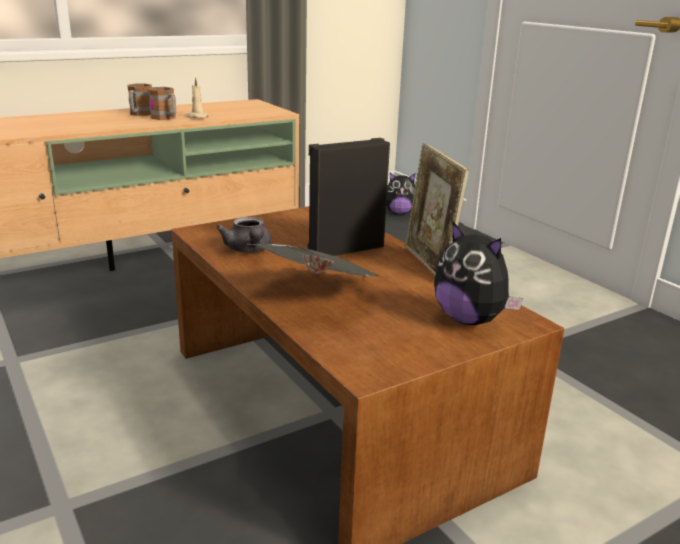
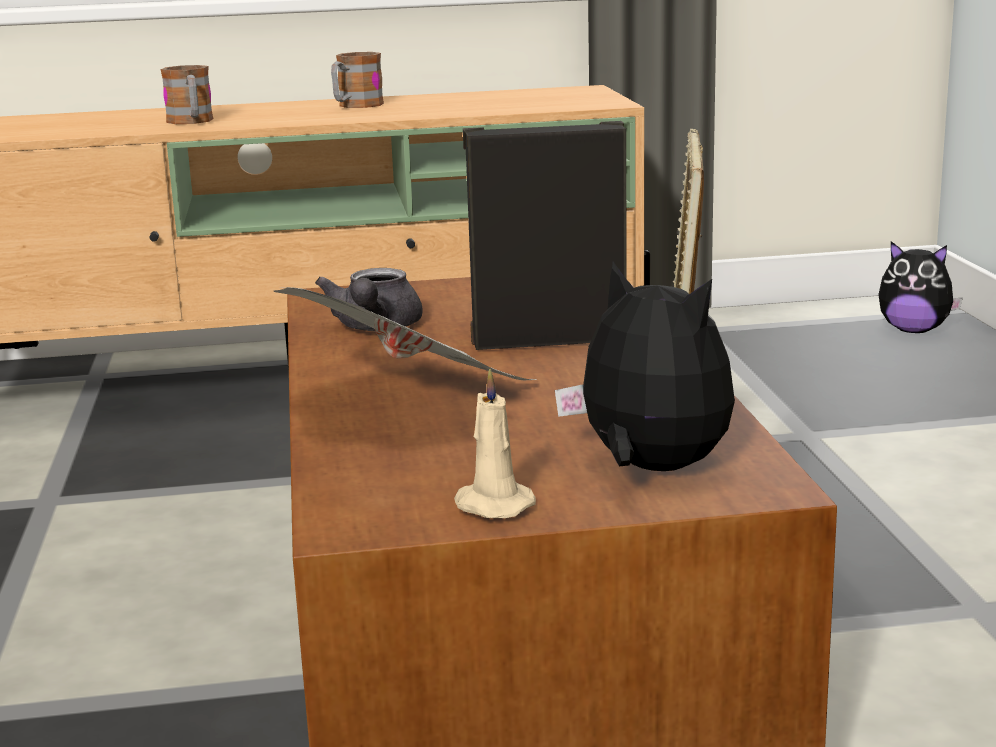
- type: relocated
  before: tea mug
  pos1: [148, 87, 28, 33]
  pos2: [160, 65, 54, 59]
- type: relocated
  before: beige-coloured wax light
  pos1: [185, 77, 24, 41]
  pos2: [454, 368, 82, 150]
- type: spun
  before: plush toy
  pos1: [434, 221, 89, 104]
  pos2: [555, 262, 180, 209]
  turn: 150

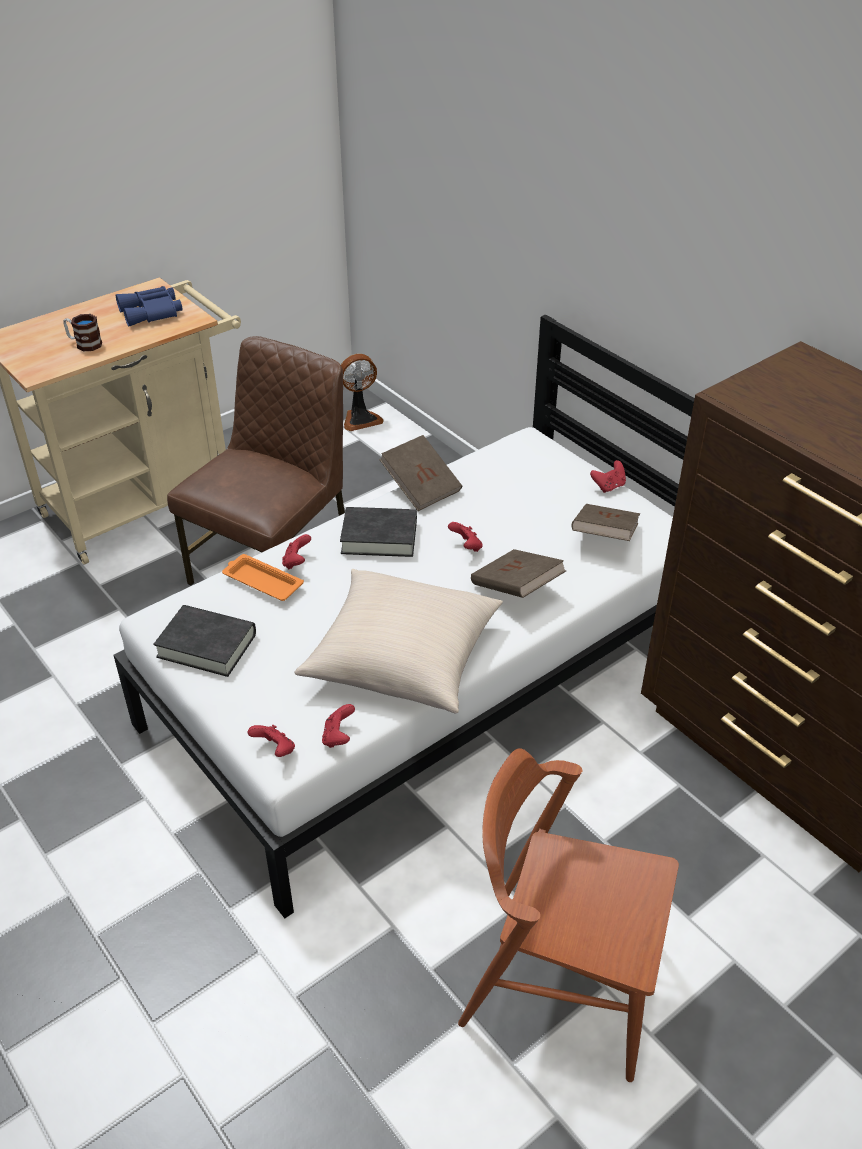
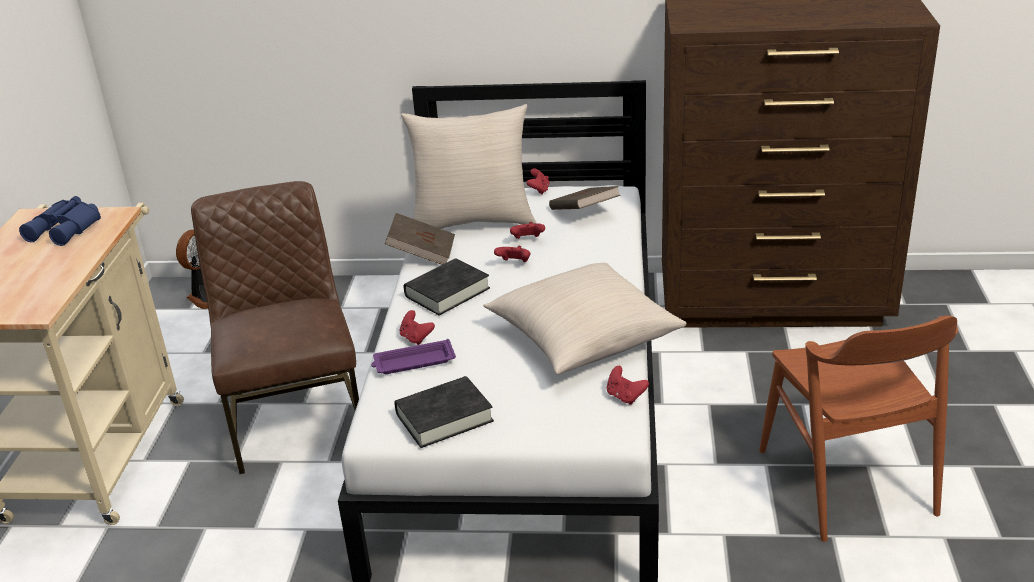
- type: colour
  before: orange tray
  after: purple tray
  pos1: [222, 554, 82, 47]
  pos2: [371, 339, 85, 35]
- type: appeared
  after: beige-coloured cushion
  pos2: [401, 104, 135, 125]
- type: relocated
  before: reddish joypad
  pos1: [248, 725, 47, 32]
  pos2: [510, 222, 35, 17]
- type: spun
  before: brown-coloured plain chair
  pos1: [458, 748, 221, 334]
  pos2: [759, 315, 199, 227]
  turn: -75
- type: missing
  before: tea mug
  pos1: [63, 314, 39, 37]
- type: missing
  before: brown-coloured bound book
  pos1: [471, 549, 95, 49]

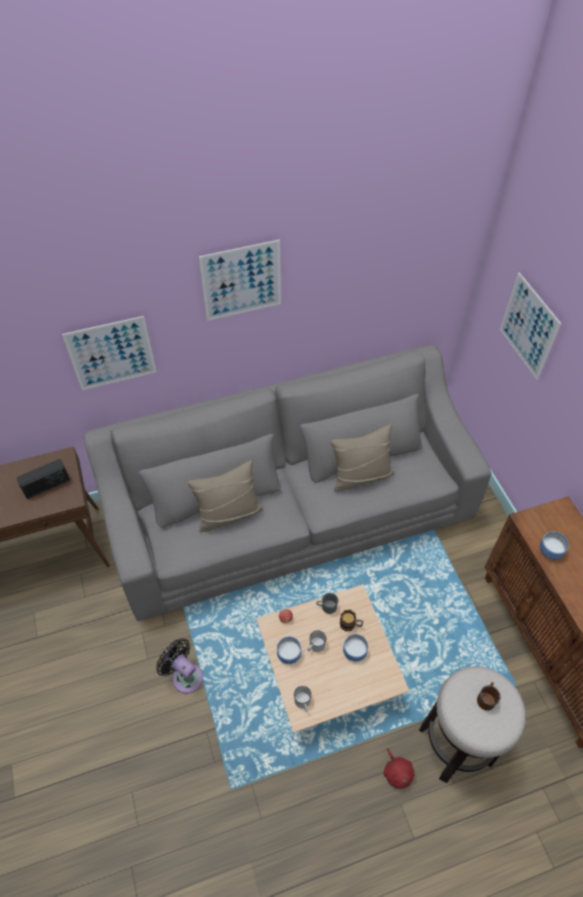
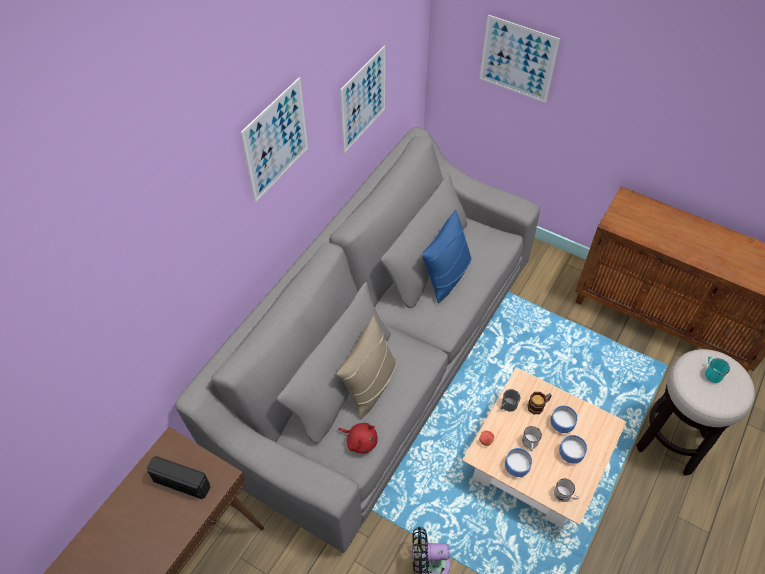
- type: spun
  before: radio receiver
  pos1: [16, 459, 54, 40]
  pos2: [147, 456, 63, 43]
  turn: -90
- type: relocated
  before: reddish plush toy
  pos1: [384, 748, 31, 41]
  pos2: [338, 423, 40, 31]
- type: relocated
  before: wall art
  pos1: [62, 316, 95, 74]
  pos2: [340, 45, 45, 108]
- type: colour
  before: beige-coloured cushion
  after: bluish cushion
  pos1: [331, 424, 64, 68]
  pos2: [422, 210, 50, 93]
- type: relocated
  before: serving bowl
  pos1: [540, 532, 29, 27]
  pos2: [559, 435, 28, 29]
- type: colour
  before: brown-coloured tea mug
  after: turquoise-coloured tea mug
  pos1: [477, 682, 24, 29]
  pos2: [705, 357, 25, 26]

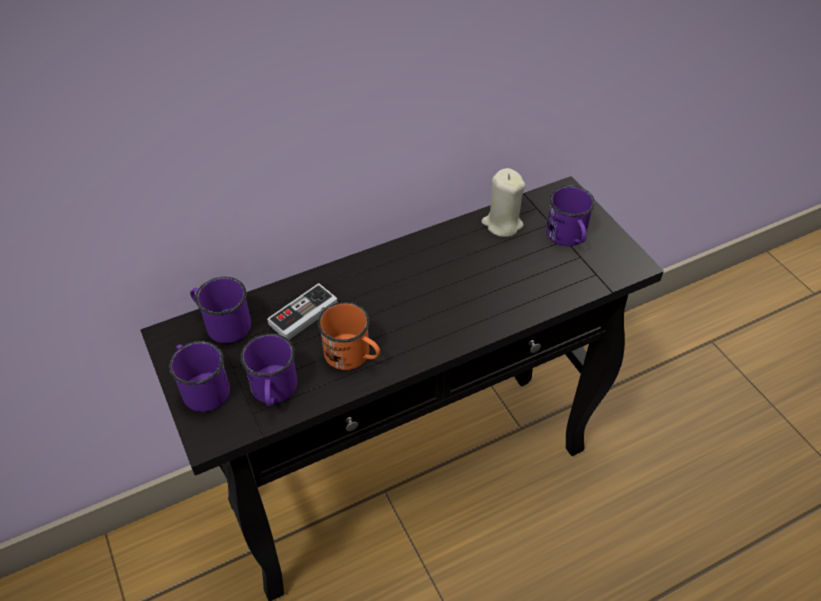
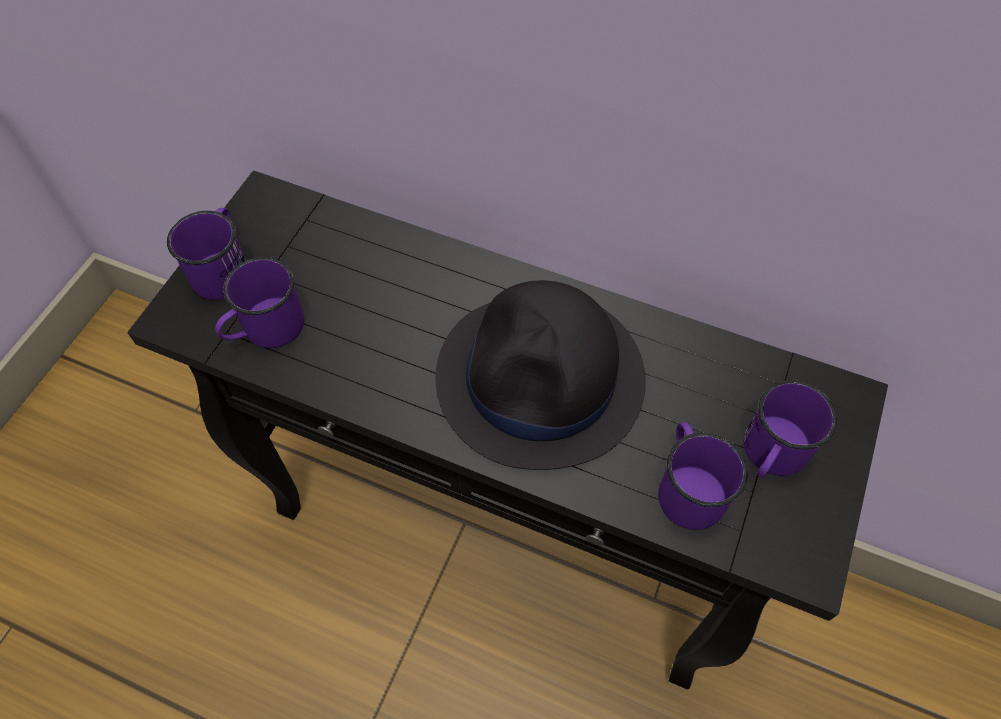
- type: appeared
  after: black clothing hat
  pos2: [435, 280, 211, 190]
- type: relocated
  before: purple tea mug
  pos1: [190, 277, 61, 66]
  pos2: [658, 422, 90, 108]
- type: missing
  before: joypad
  pos1: [267, 283, 71, 57]
- type: missing
  before: orange tea mug
  pos1: [318, 302, 62, 68]
- type: missing
  before: beige-coloured wax light
  pos1: [481, 168, 45, 69]

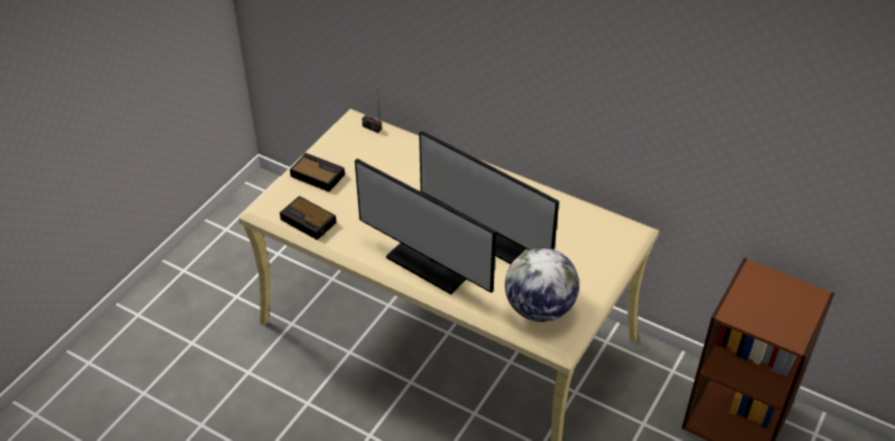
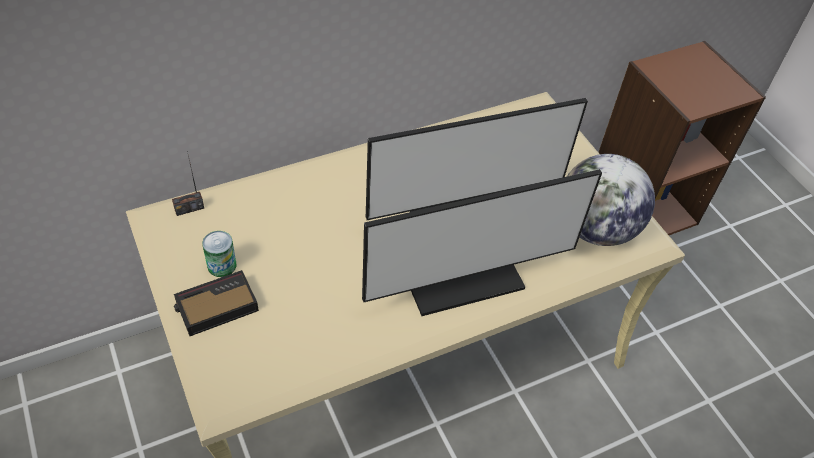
- type: appeared
  after: can
  pos2: [202, 231, 35, 46]
- type: missing
  before: bedside clock
  pos1: [280, 196, 56, 44]

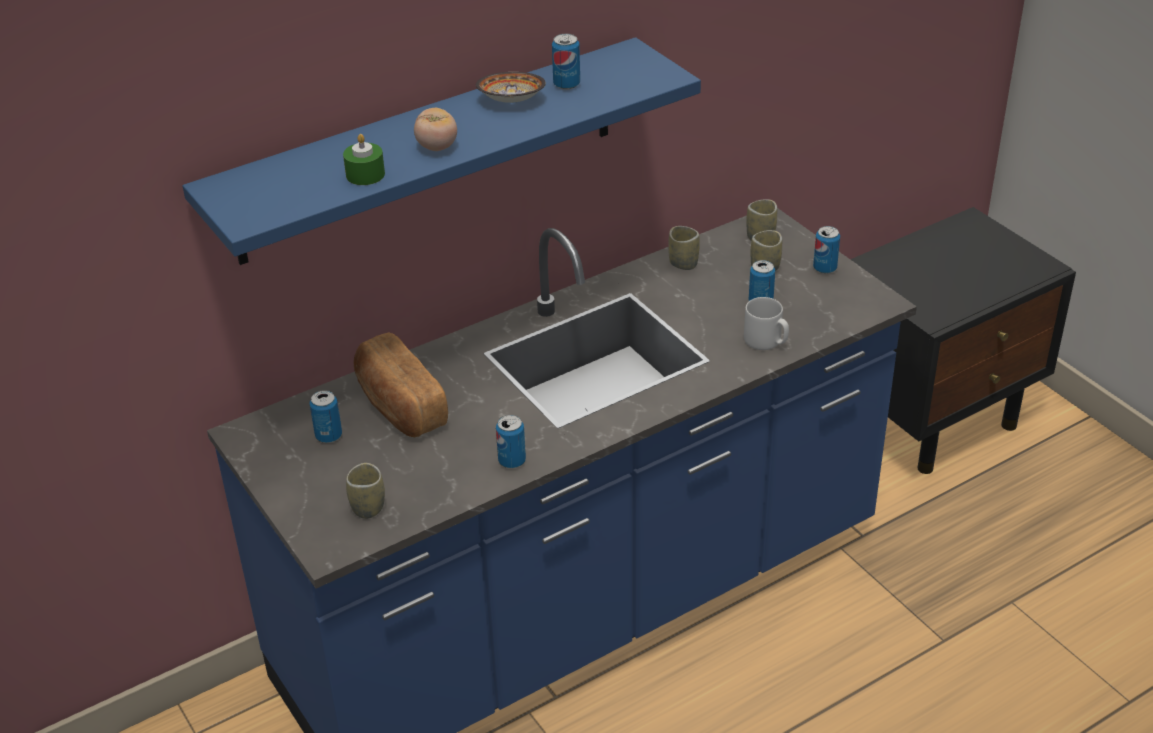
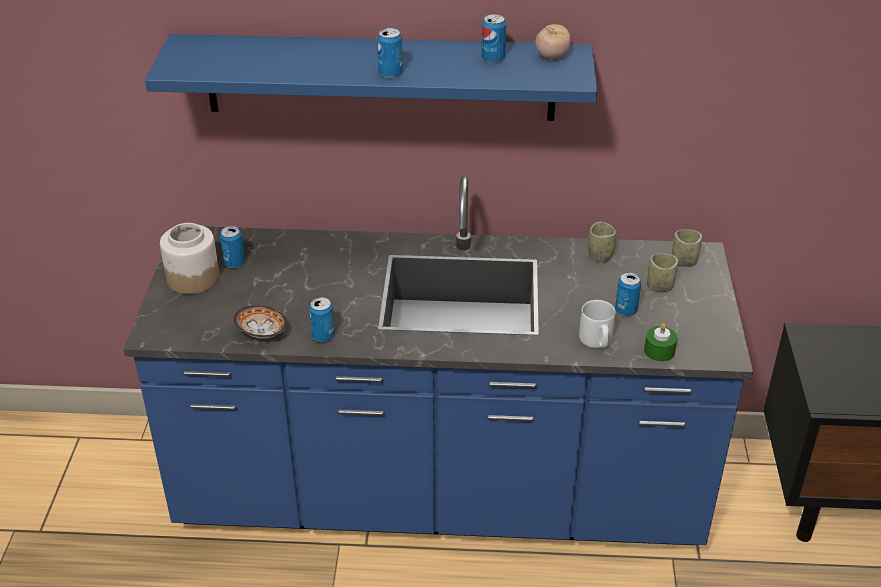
- type: appeared
  after: preserve jar
  pos2: [160, 223, 59, 71]
- type: relocated
  before: serving bowl
  pos1: [476, 72, 70, 31]
  pos2: [234, 305, 53, 34]
- type: relocated
  before: can
  pos1: [813, 226, 27, 48]
  pos2: [377, 28, 26, 50]
- type: relocated
  before: fresh tomato
  pos1: [414, 108, 43, 43]
  pos2: [536, 24, 35, 35]
- type: relocated
  before: greenish wax light
  pos1: [343, 134, 42, 51]
  pos2: [644, 323, 33, 39]
- type: missing
  before: small cup
  pos1: [346, 463, 39, 56]
- type: missing
  before: bakery bread
  pos1: [353, 332, 95, 105]

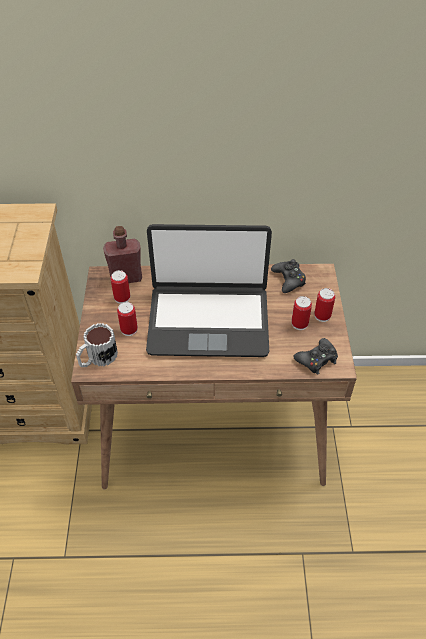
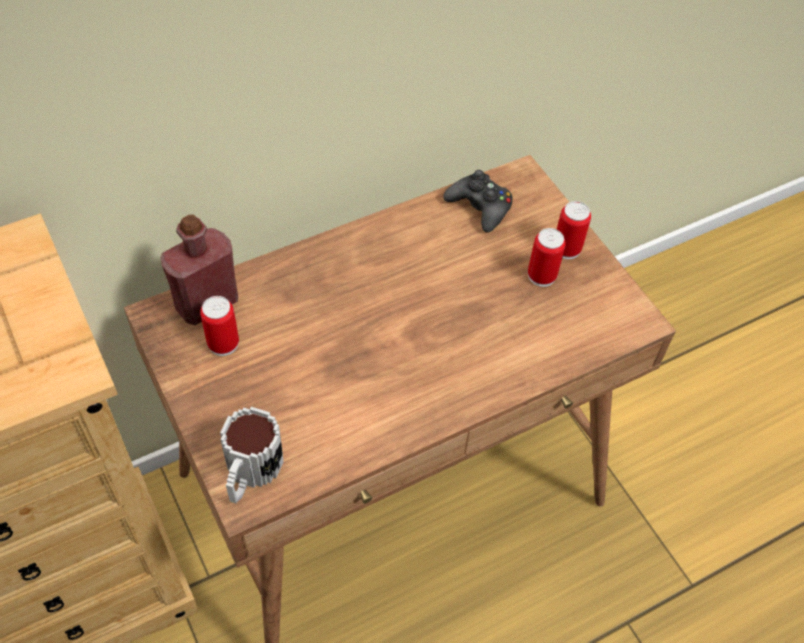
- type: missing
  before: can
  pos1: [117, 302, 21, 34]
- type: missing
  before: notebook computer
  pos1: [146, 224, 126, 133]
- type: missing
  before: black joypad
  pos1: [293, 338, 45, 36]

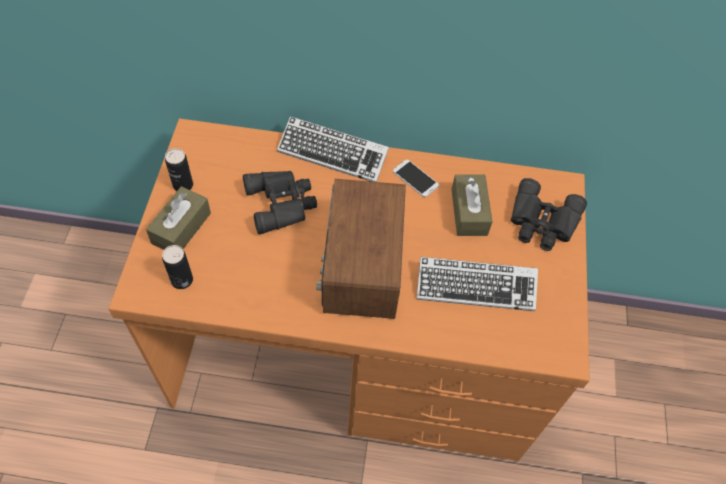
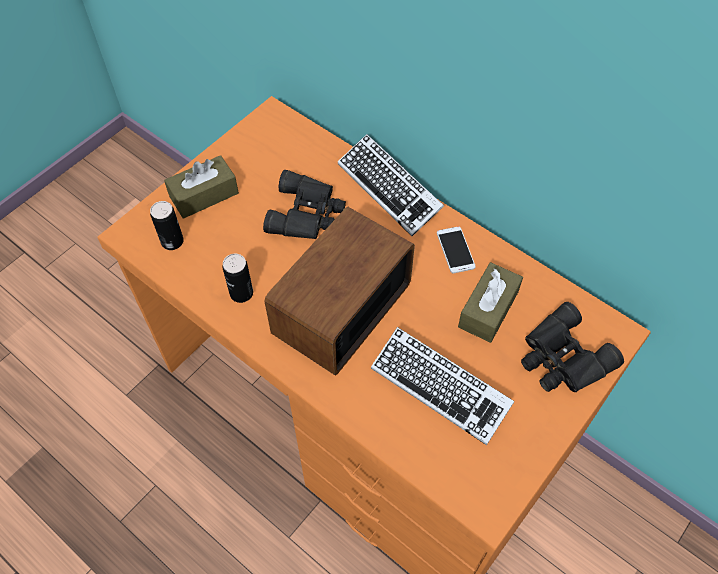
- type: relocated
  before: can
  pos1: [165, 148, 28, 43]
  pos2: [222, 254, 31, 49]

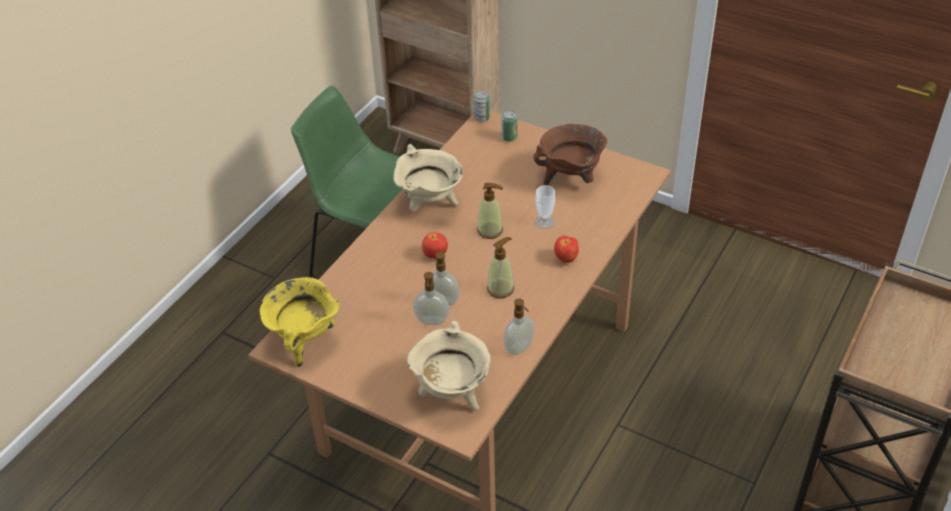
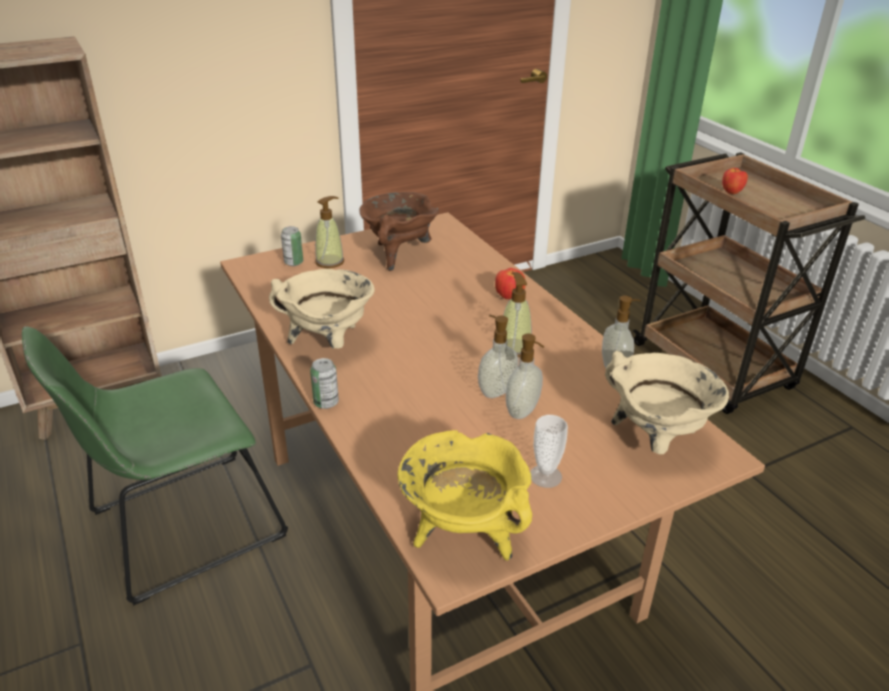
- type: relocated
  before: can
  pos1: [474, 91, 16, 31]
  pos2: [310, 358, 29, 51]
- type: relocated
  before: soap dispenser
  pos1: [477, 183, 26, 56]
  pos2: [315, 196, 29, 72]
- type: relocated
  before: small cup
  pos1: [535, 185, 20, 44]
  pos2: [530, 415, 38, 73]
- type: relocated
  before: apple fruit
  pos1: [422, 232, 26, 27]
  pos2: [722, 168, 26, 27]

